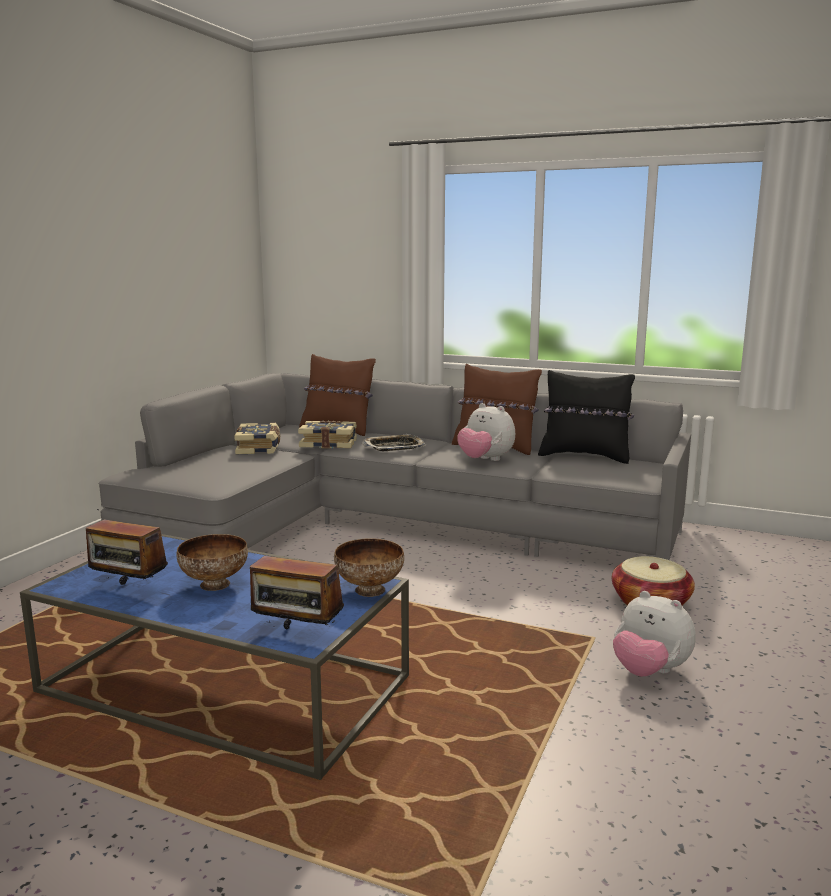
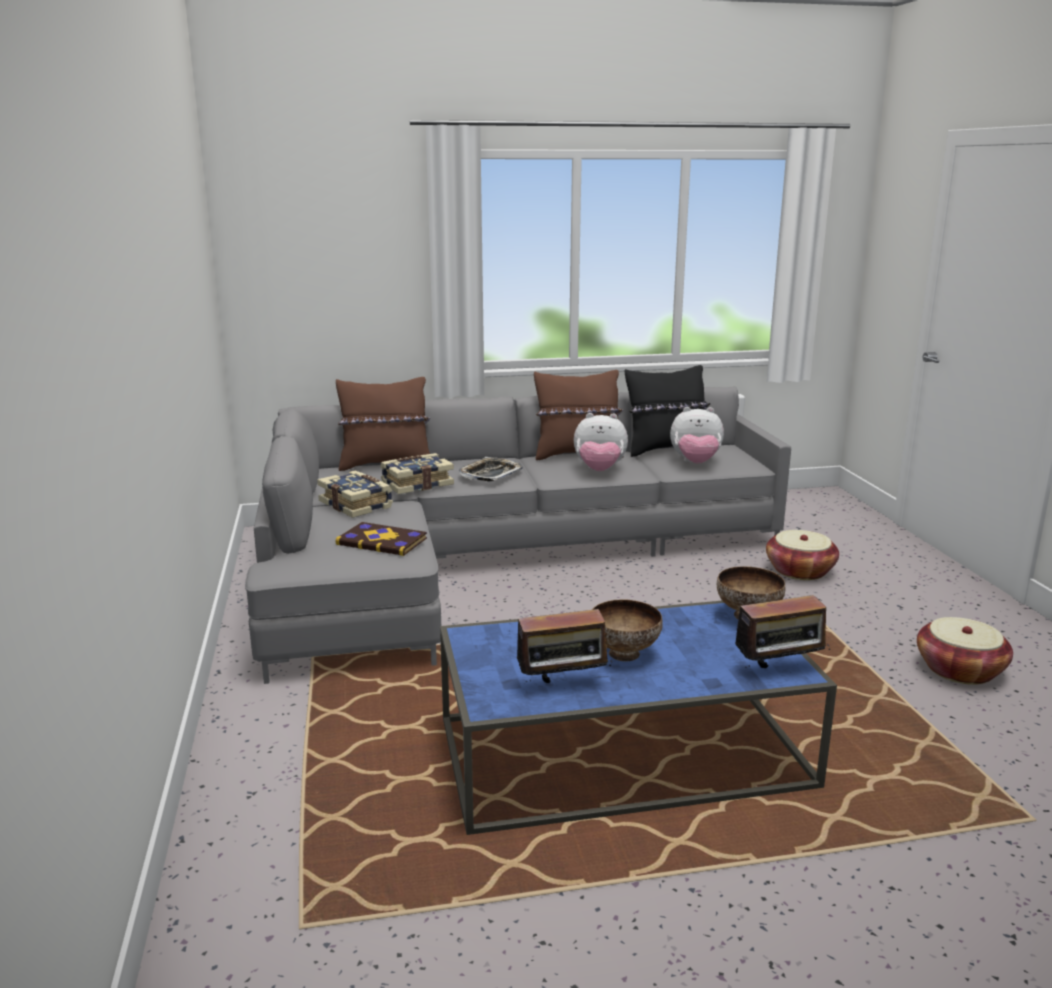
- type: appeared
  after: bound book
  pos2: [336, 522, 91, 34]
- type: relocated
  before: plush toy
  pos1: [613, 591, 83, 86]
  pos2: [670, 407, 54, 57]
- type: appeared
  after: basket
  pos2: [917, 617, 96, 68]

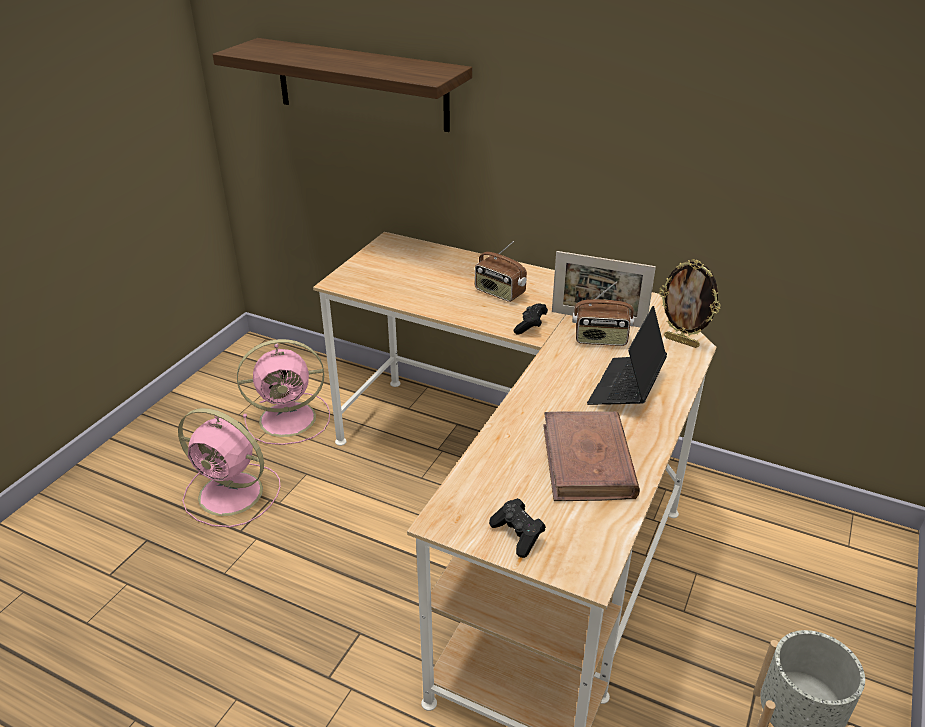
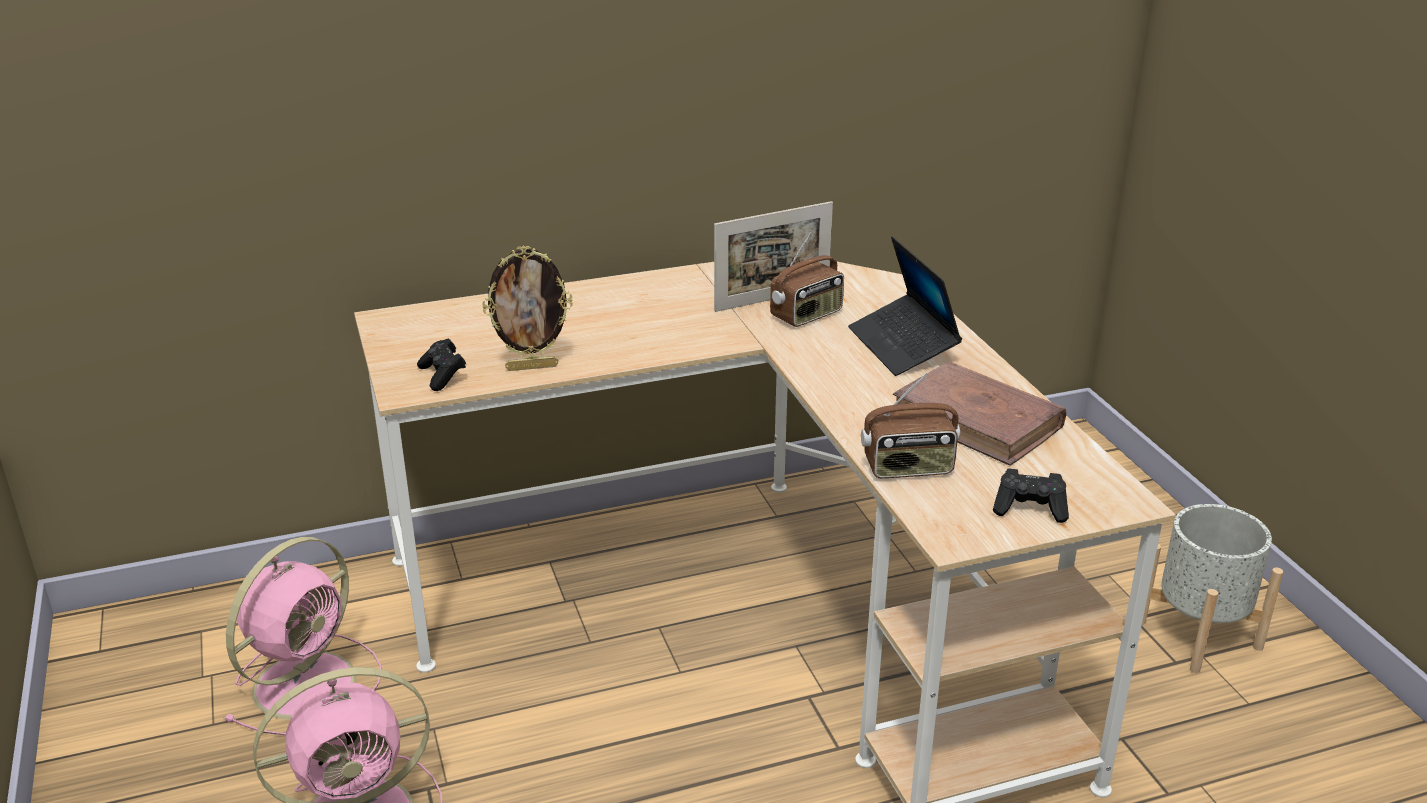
- type: relocated
  before: black joypad
  pos1: [514, 303, 34, 31]
  pos2: [417, 338, 49, 53]
- type: relocated
  before: photo frame
  pos1: [659, 259, 61, 89]
  pos2: [482, 245, 91, 126]
- type: relocated
  before: radio receiver
  pos1: [475, 241, 52, 61]
  pos2: [861, 372, 99, 106]
- type: missing
  before: wall shelf
  pos1: [212, 38, 260, 94]

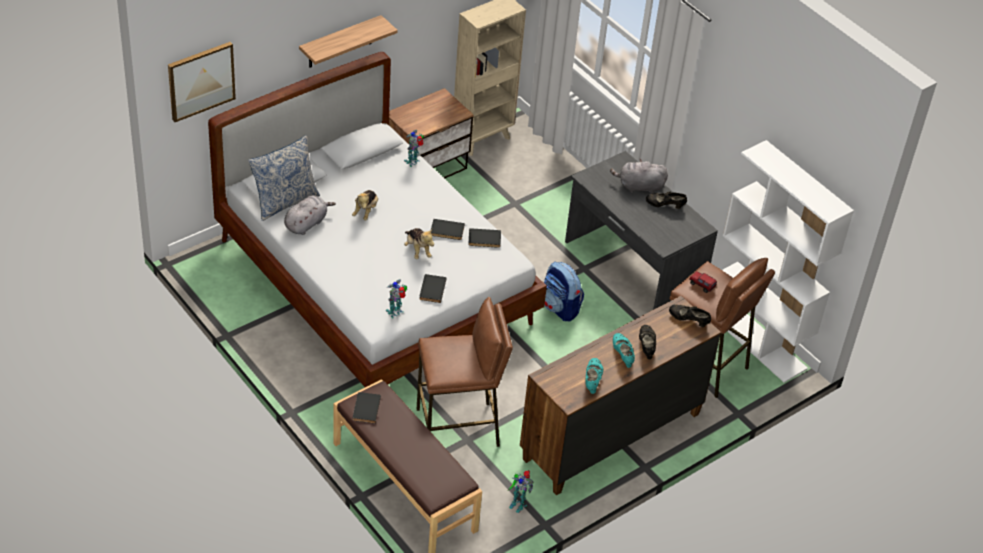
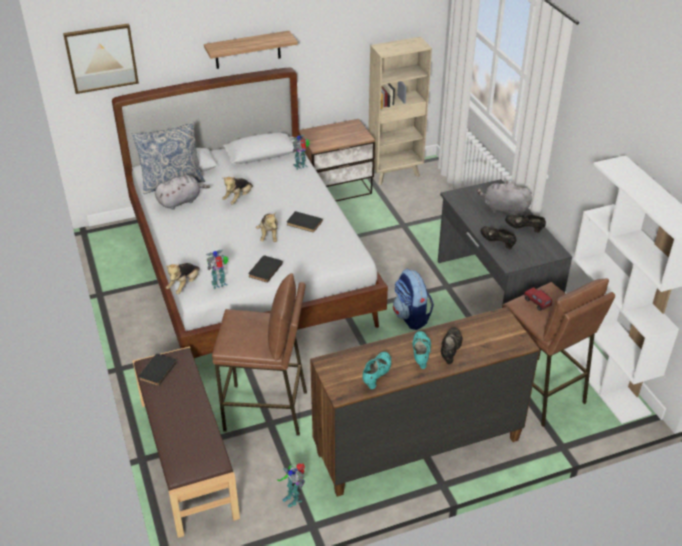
- type: appeared
  after: plush toy
  pos2: [165, 263, 35, 31]
- type: relocated
  before: black item of footwear
  pos1: [669, 304, 42, 23]
  pos2: [481, 226, 35, 23]
- type: missing
  before: black bound book
  pos1: [468, 228, 33, 20]

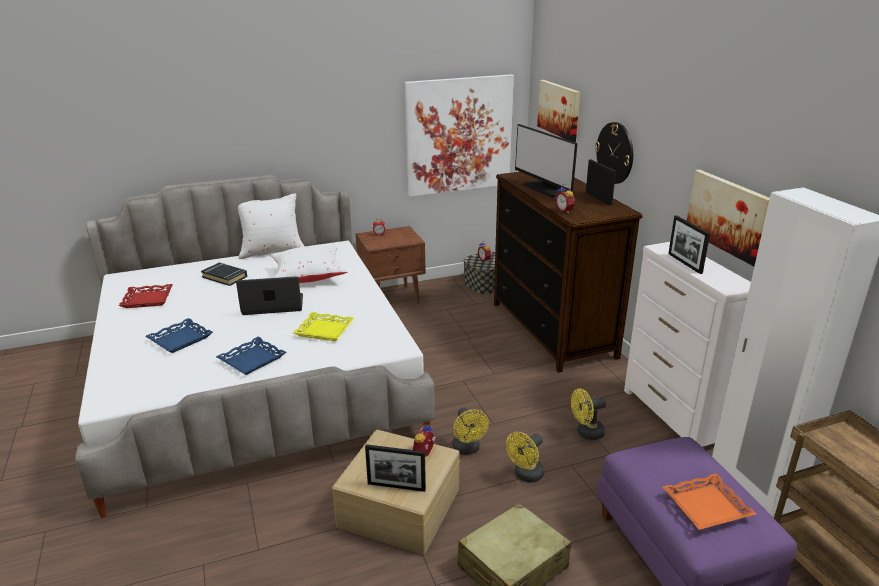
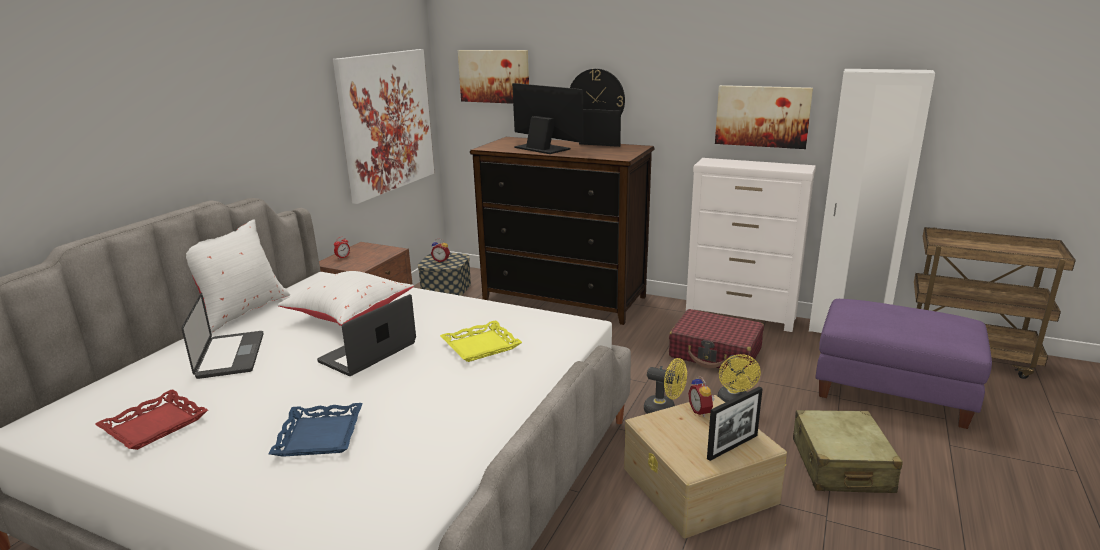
- type: exchanged
  before: black bound book
  after: notebook computer
  pos1: [201, 263, 47, 23]
  pos2: [181, 293, 82, 86]
- type: spun
  before: computer display
  pos1: [515, 124, 63, 73]
  pos2: [512, 83, 72, 71]
  turn: -150
- type: exchanged
  before: yellow cooling fan
  after: reddish travel case
  pos1: [571, 389, 35, 51]
  pos2: [669, 309, 95, 61]
- type: missing
  before: bluish tray
  pos1: [216, 337, 70, 38]
- type: missing
  before: bedside clock
  pos1: [555, 185, 20, 28]
- type: missing
  before: orange tray
  pos1: [663, 473, 93, 57]
- type: missing
  before: photo frame
  pos1: [668, 215, 42, 59]

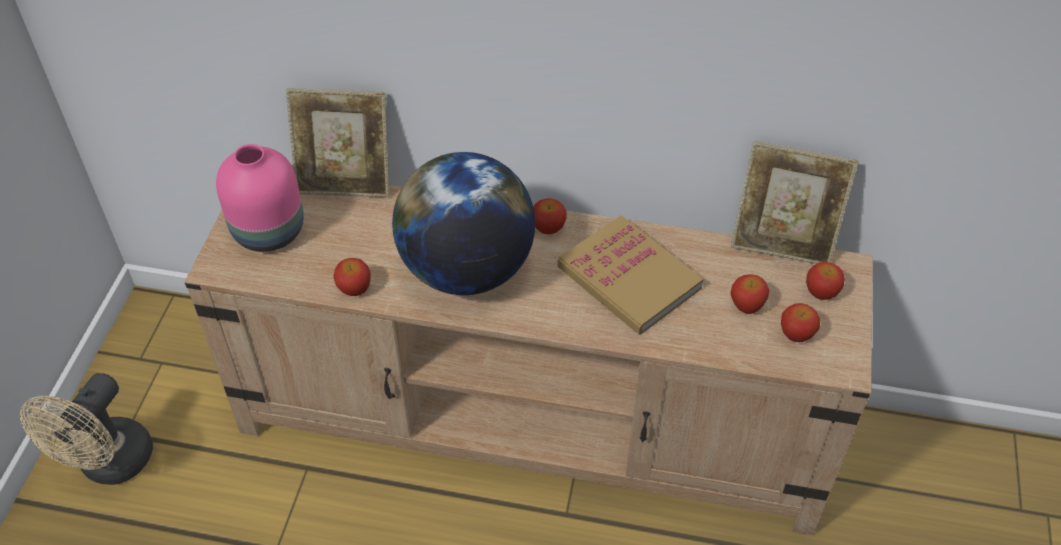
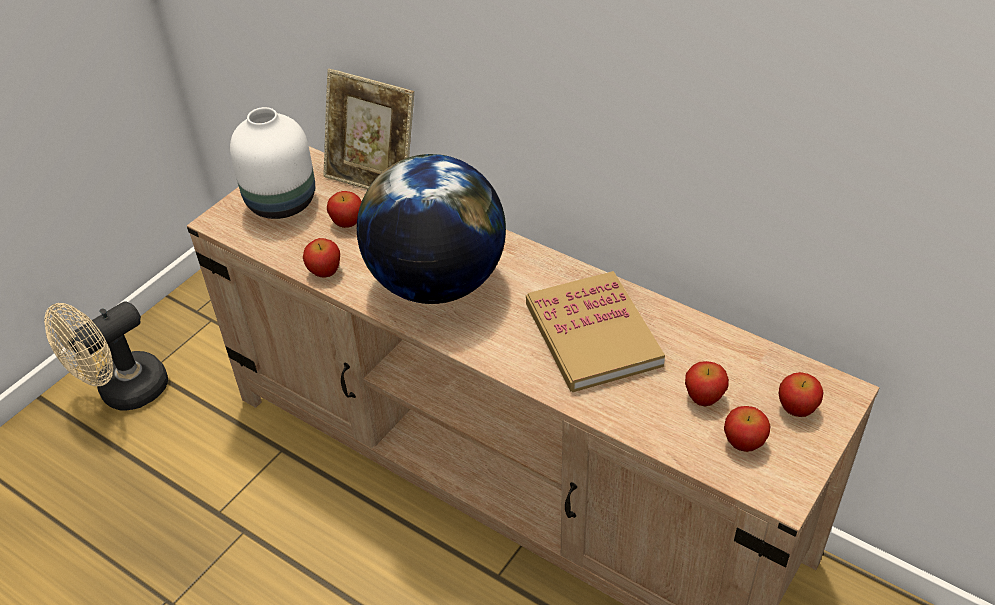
- type: colour
  before: pink flower vase
  after: whitish flower vase
  pos1: [216, 144, 88, 108]
  pos2: [230, 107, 85, 112]
- type: relocated
  before: apple fruit
  pos1: [533, 198, 34, 36]
  pos2: [327, 191, 35, 37]
- type: missing
  before: photo frame
  pos1: [731, 141, 128, 123]

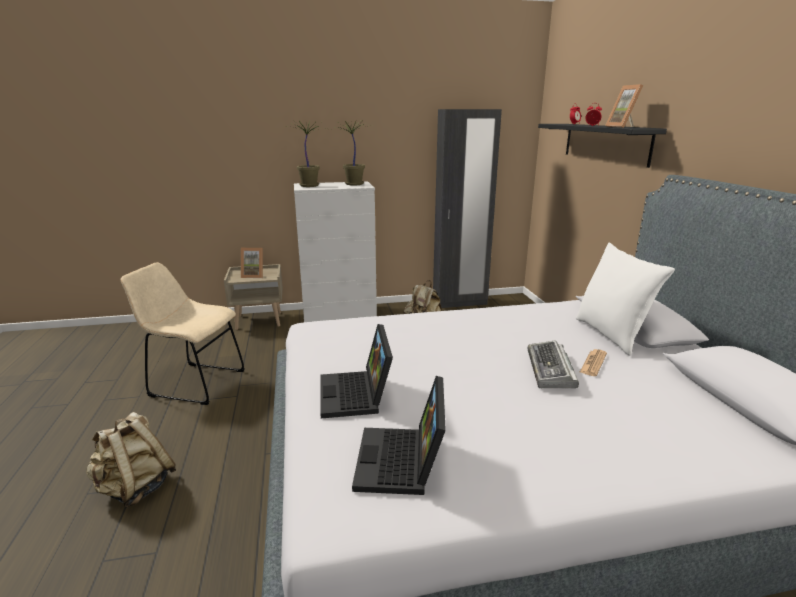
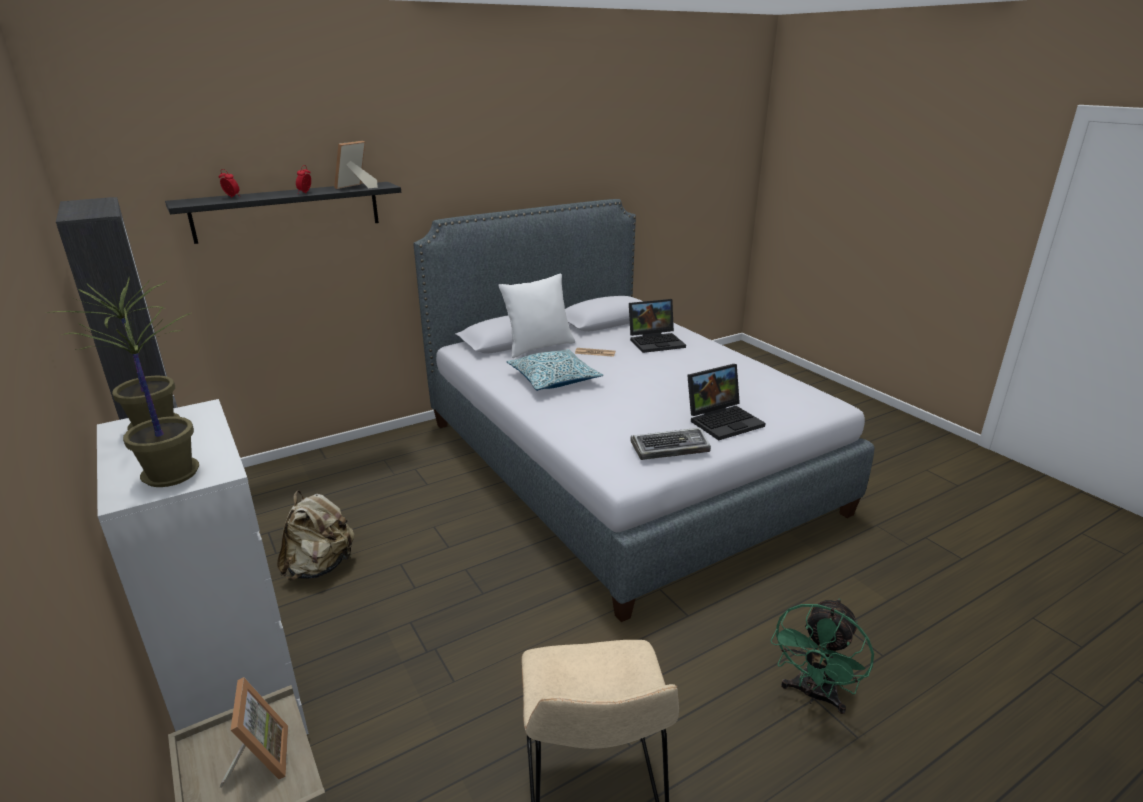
- type: spun
  before: photo frame
  pos1: [605, 84, 38, 44]
  pos2: [334, 141, 44, 48]
  turn: 150
- type: appeared
  after: cushion
  pos2: [507, 349, 96, 42]
- type: relocated
  before: notebook computer
  pos1: [352, 376, 94, 119]
  pos2: [629, 299, 57, 54]
- type: relocated
  before: keyboard
  pos1: [528, 340, 51, 48]
  pos2: [630, 428, 81, 32]
- type: exchanged
  before: beige-coloured knapsack
  after: greenish cooling fan
  pos1: [86, 412, 90, 96]
  pos2: [771, 598, 103, 116]

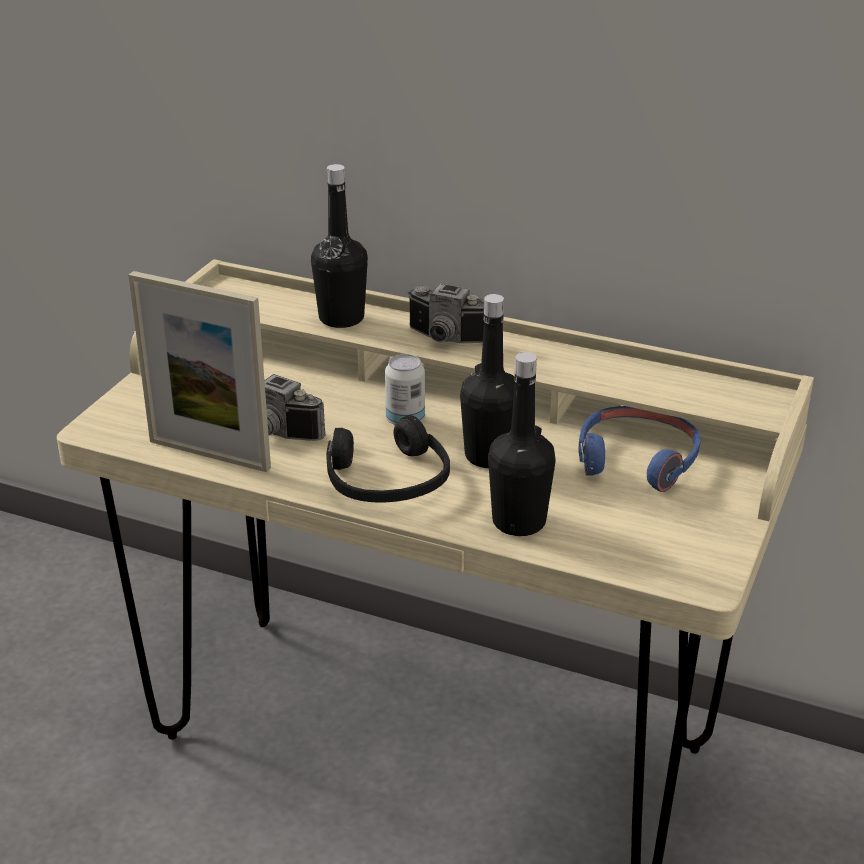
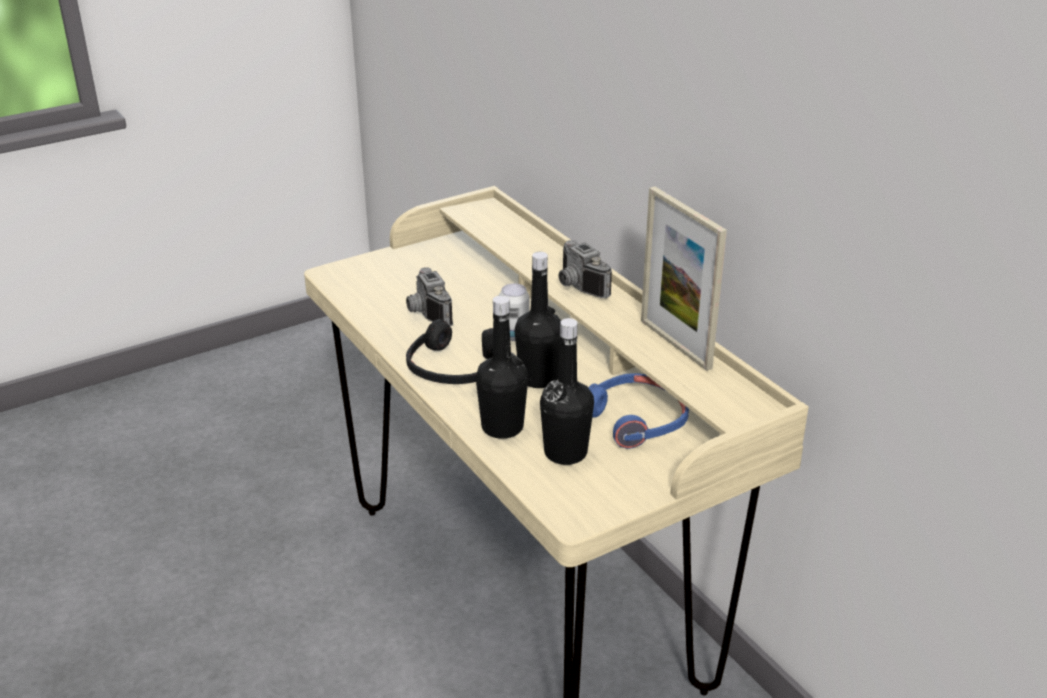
- type: relocated
  before: black drink bottle
  pos1: [311, 164, 57, 164]
  pos2: [540, 318, 54, 147]
- type: relocated
  before: photo frame
  pos1: [128, 271, 143, 201]
  pos2: [641, 186, 86, 185]

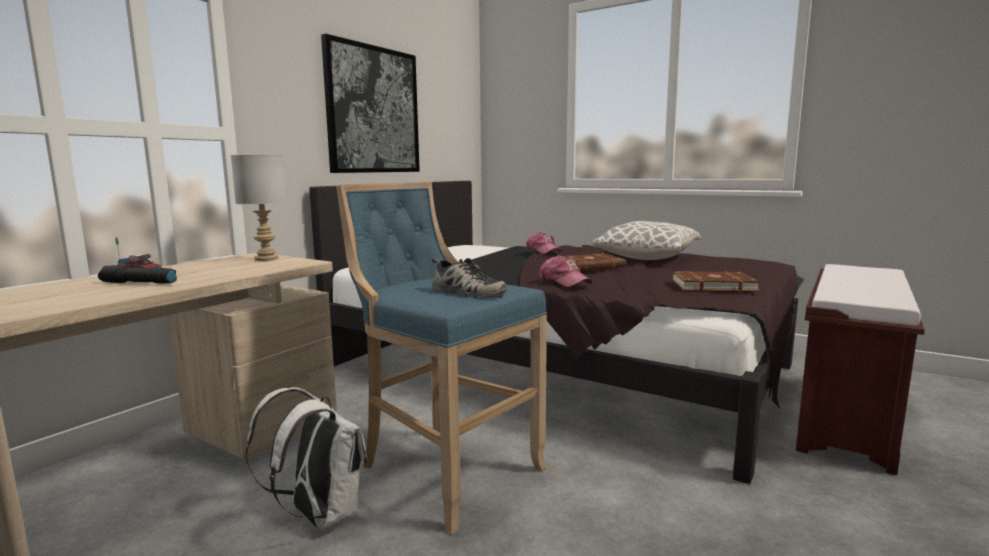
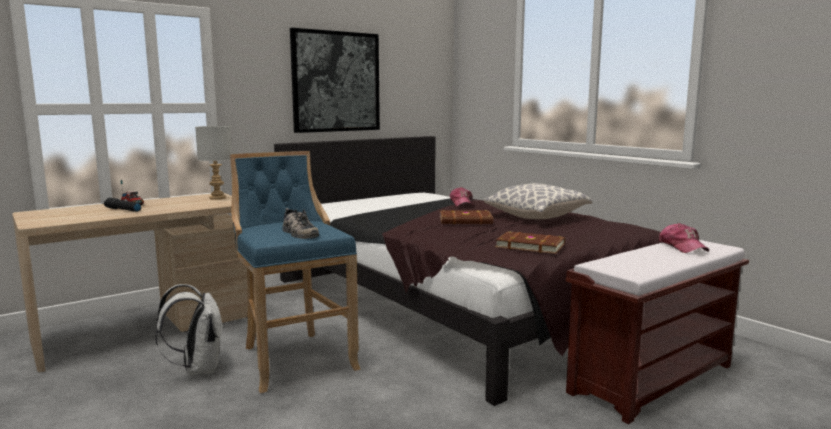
- type: relocated
  before: cap
  pos1: [539, 255, 53, 32]
  pos2: [659, 223, 50, 30]

